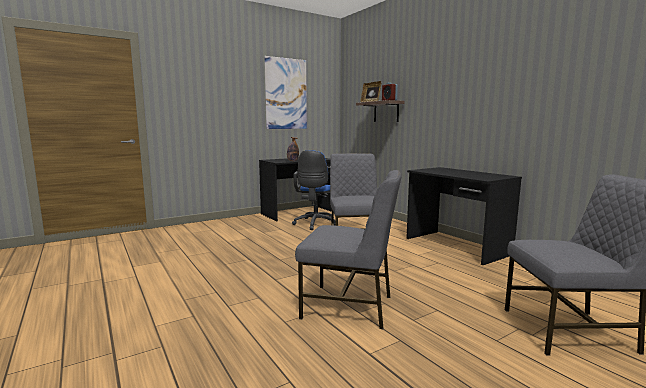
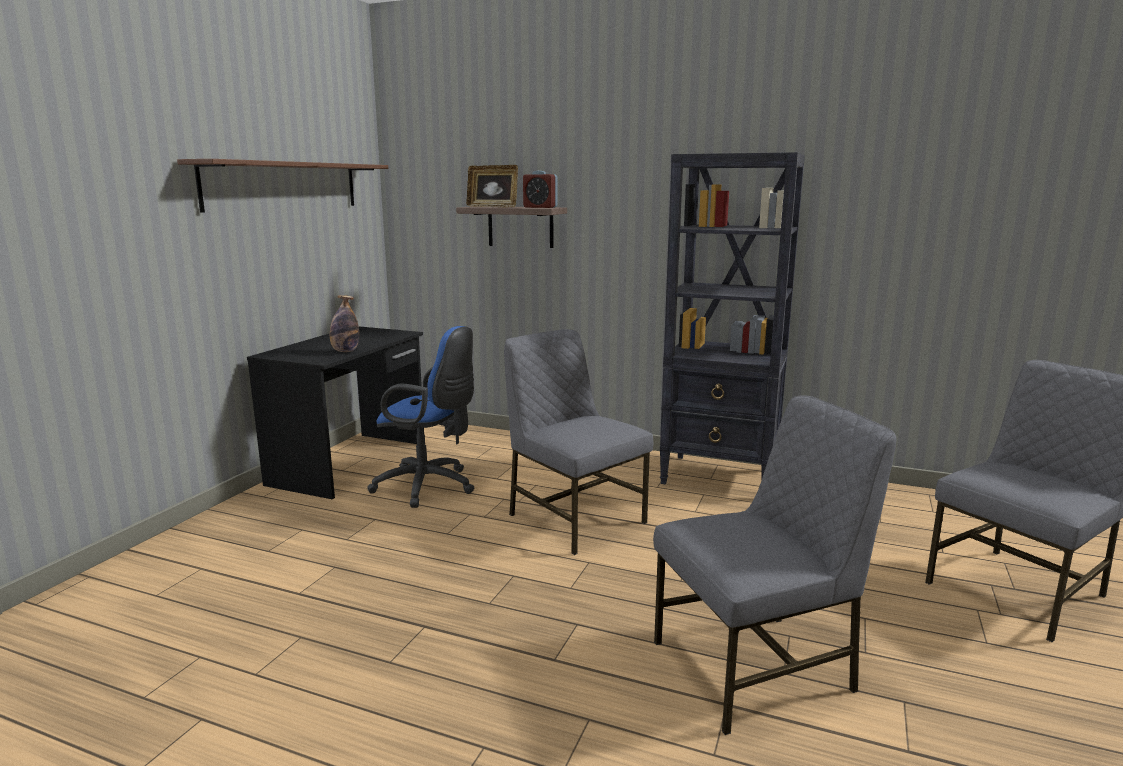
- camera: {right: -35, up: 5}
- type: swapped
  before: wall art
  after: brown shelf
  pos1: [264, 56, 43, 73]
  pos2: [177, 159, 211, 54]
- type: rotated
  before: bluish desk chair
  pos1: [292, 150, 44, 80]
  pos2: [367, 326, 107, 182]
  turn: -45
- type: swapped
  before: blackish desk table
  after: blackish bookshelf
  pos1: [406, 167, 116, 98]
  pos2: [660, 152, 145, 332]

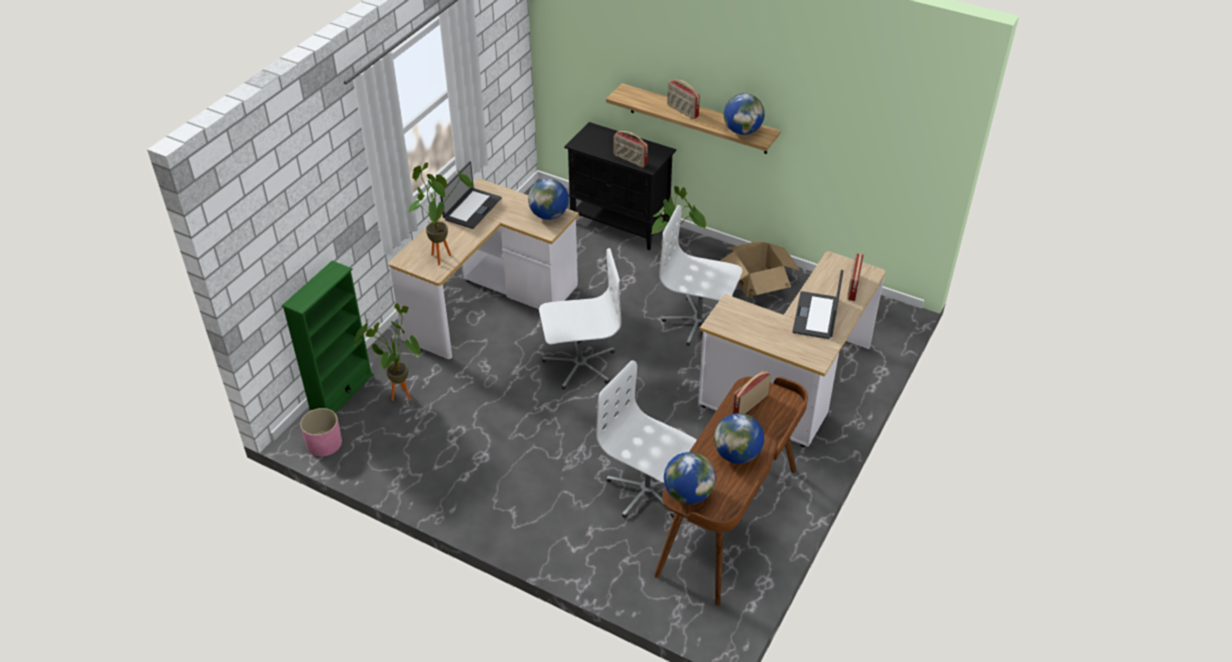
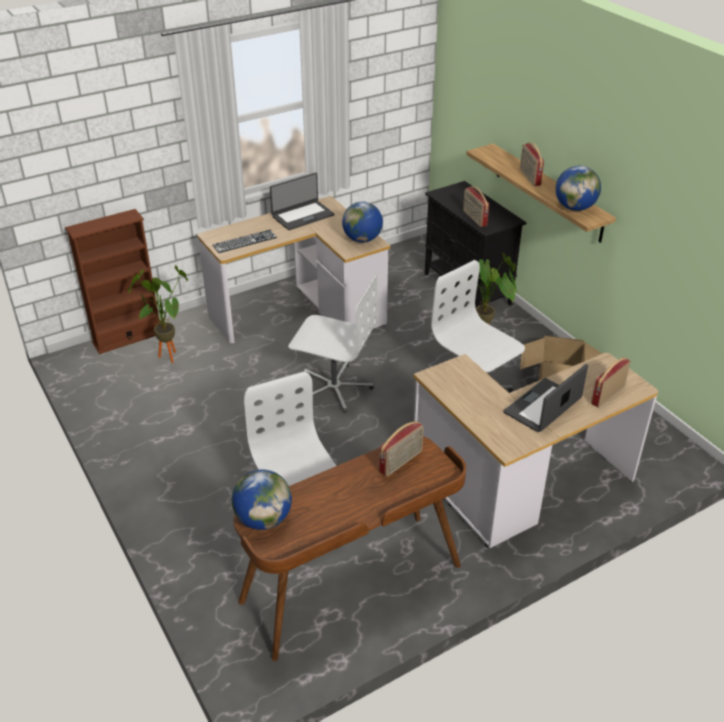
- camera: {right: 30, up: -5}
- type: repainted
  before: green bookshelf
  after: brown bookshelf
  pos1: [282, 261, 92, 153]
  pos2: [65, 209, 95, 145]
- type: gone
  before: pinkish planter
  pos1: [300, 408, 42, 48]
- type: swapped
  before: houseplant
  after: PC keyboard
  pos1: [407, 162, 67, 103]
  pos2: [212, 230, 65, 23]
- type: gone
  before: world globe
  pos1: [714, 413, 50, 51]
- type: rotated
  before: radio set
  pos1: [732, 370, 39, 44]
  pos2: [379, 421, 45, 56]
  turn: 150

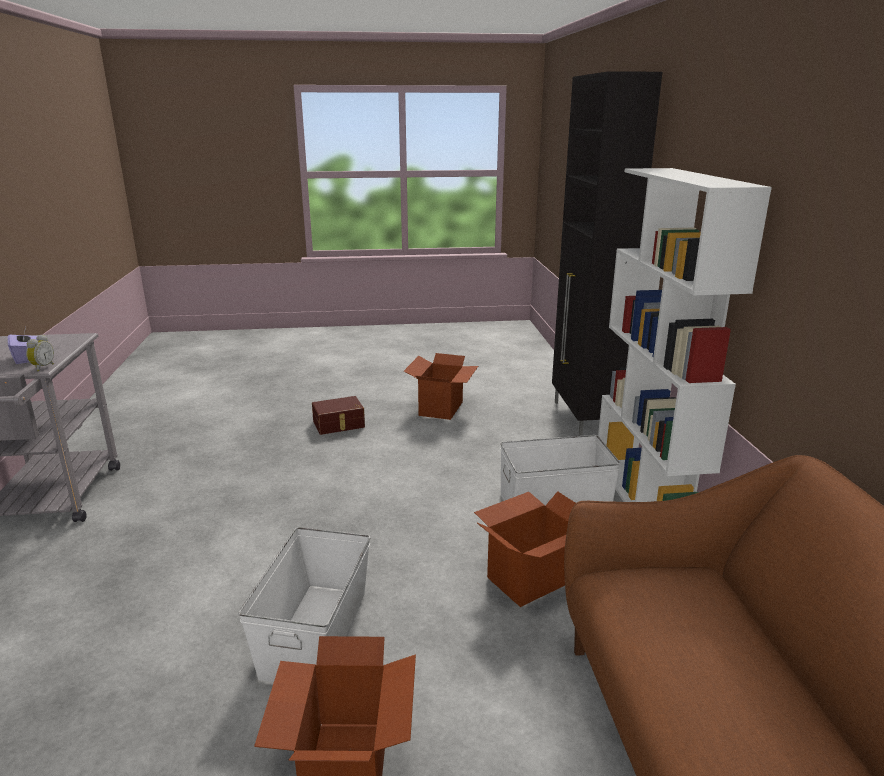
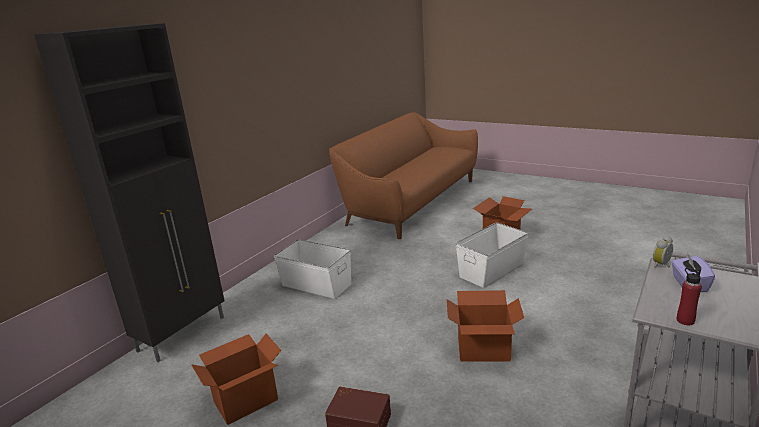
- camera: {right: -140, up: 0}
- type: shifted
  before: cardboard box
  pos1: [474, 491, 102, 116]
  pos2: [447, 290, 77, 71]
- type: gone
  before: white-coloured bookshelf
  pos1: [598, 168, 174, 334]
- type: new
  after: red-coloured bottle
  pos2: [677, 267, 25, 58]

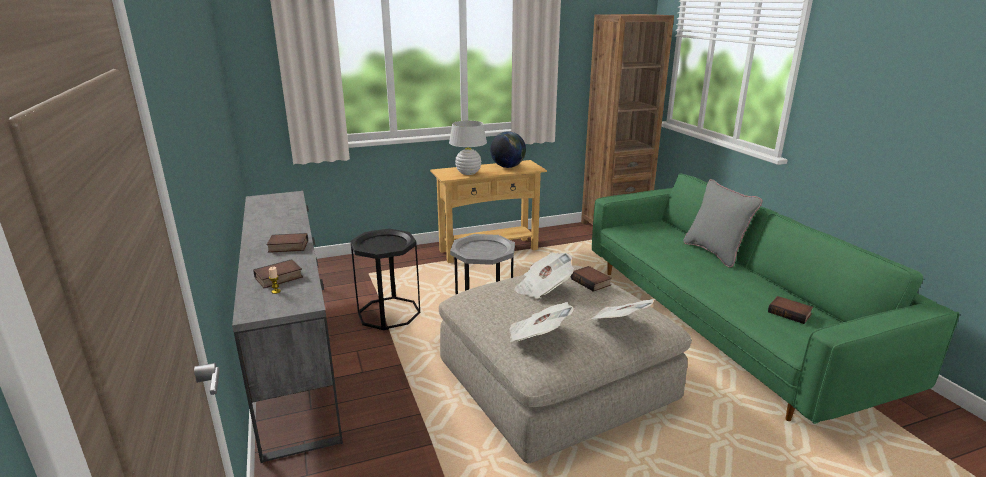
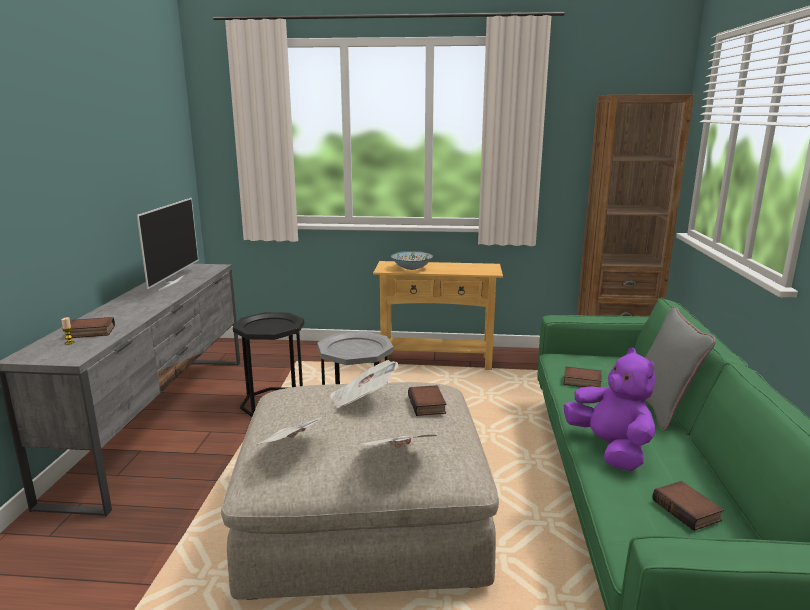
- camera: {right: 25, up: -5}
- type: shifted
  before: bound book
  pos1: [267, 233, 41, 20]
  pos2: [563, 367, 39, 20]
- type: swapped
  before: white-coloured lamp for a table
  after: bowl
  pos1: [449, 121, 38, 54]
  pos2: [391, 251, 42, 19]
- type: gone
  before: world globe
  pos1: [490, 131, 36, 37]
- type: new
  after: television
  pos2: [137, 198, 62, 93]
- type: new
  after: purple soft toy
  pos2: [564, 348, 91, 123]

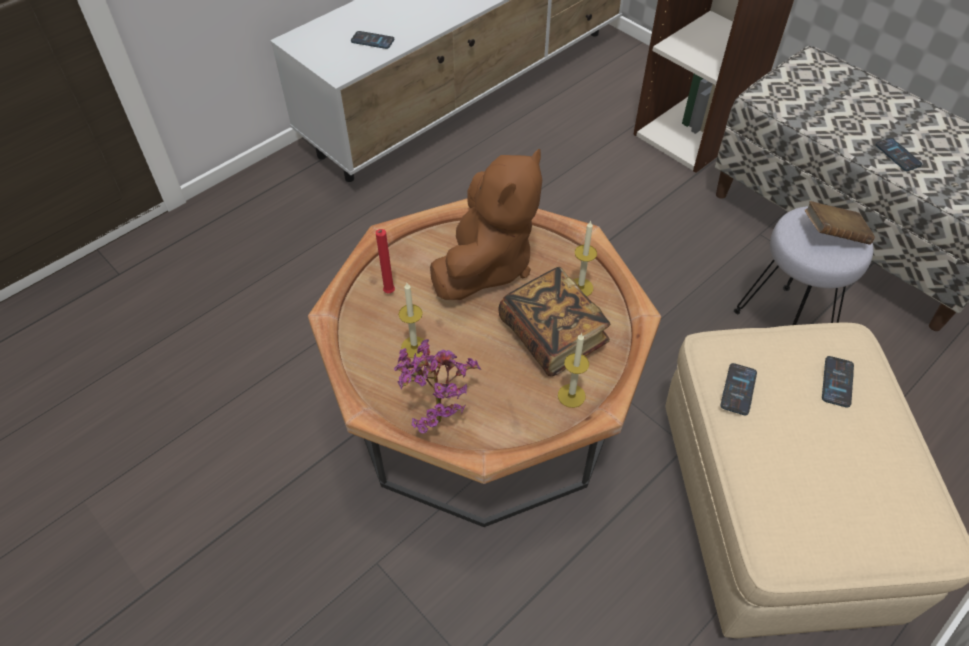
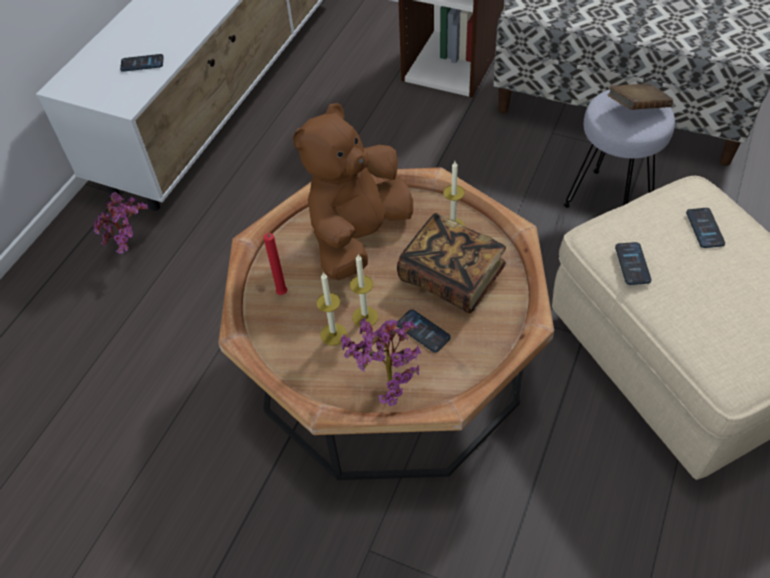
- camera: {right: -20, up: 0}
- type: rotated
  before: brown soft toy
  pos1: [430, 149, 112, 151]
  pos2: [293, 103, 120, 177]
  turn: -150
- type: shifted
  before: candle
  pos1: [558, 333, 31, 75]
  pos2: [350, 255, 28, 72]
- type: shifted
  before: phone
  pos1: [875, 138, 47, 33]
  pos2: [397, 309, 54, 44]
- type: new
  after: houseplant
  pos2: [93, 192, 55, 61]

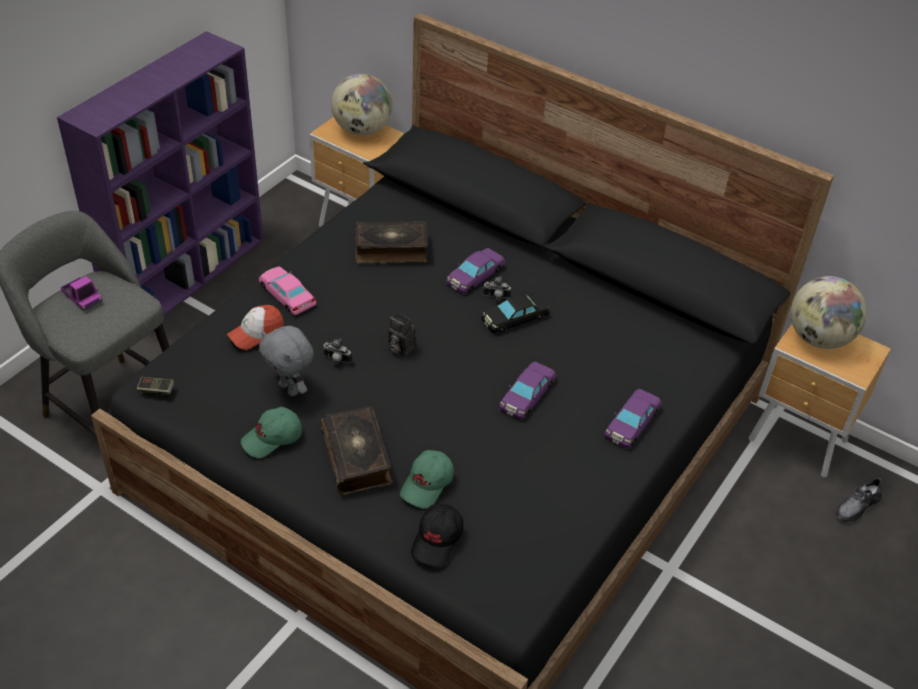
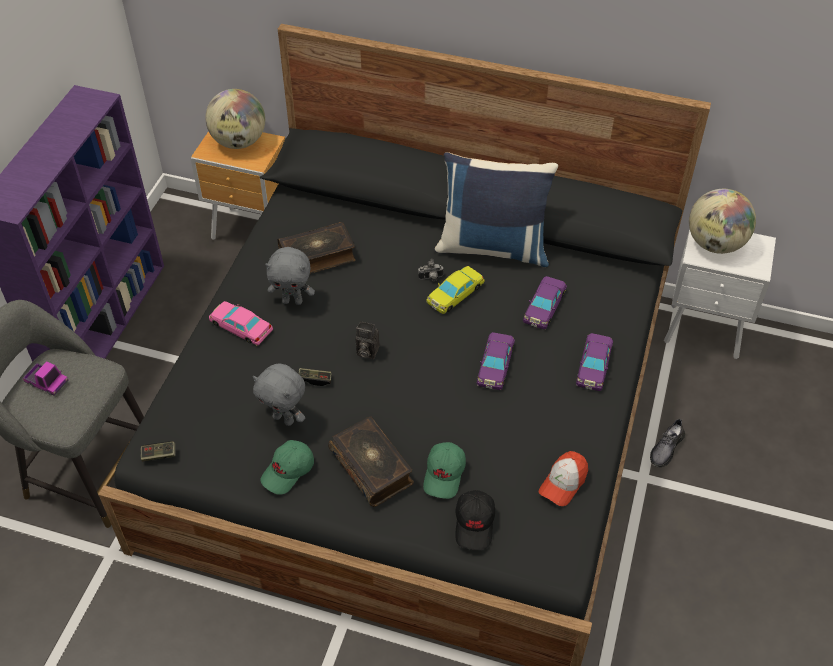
- camera: {right: -15, up: 5}
- type: shifted
  before: cap
  pos1: [227, 305, 57, 45]
  pos2: [539, 451, 49, 55]
- type: swapped
  before: photo camera
  after: gamepad
  pos1: [323, 338, 28, 26]
  pos2: [299, 368, 33, 18]
- type: shifted
  before: purple miniature car
  pos1: [446, 248, 59, 46]
  pos2: [523, 276, 44, 53]
- type: repainted
  before: blackish miniature car
  after: yellow-coloured miniature car
  pos1: [481, 293, 69, 40]
  pos2: [426, 266, 59, 48]
- type: repainted
  before: brown bedside table
  after: white-coloured bedside table
  pos1: [748, 324, 143, 154]
  pos2: [664, 229, 112, 130]
- type: shifted
  before: grey shoe
  pos1: [836, 477, 46, 45]
  pos2: [650, 418, 35, 49]
- type: new
  after: grey soft toy
  pos2: [265, 247, 50, 58]
- type: new
  after: bluish cushion
  pos2: [434, 152, 124, 115]

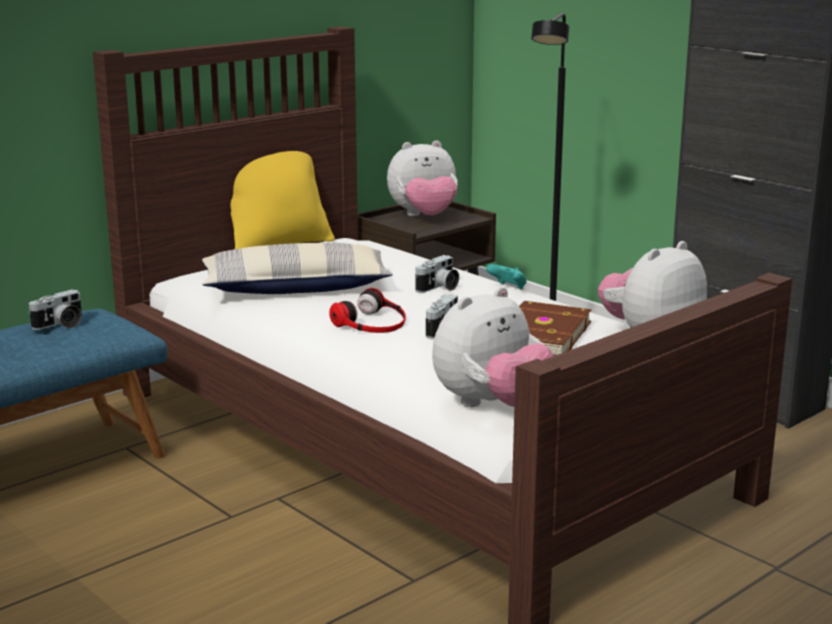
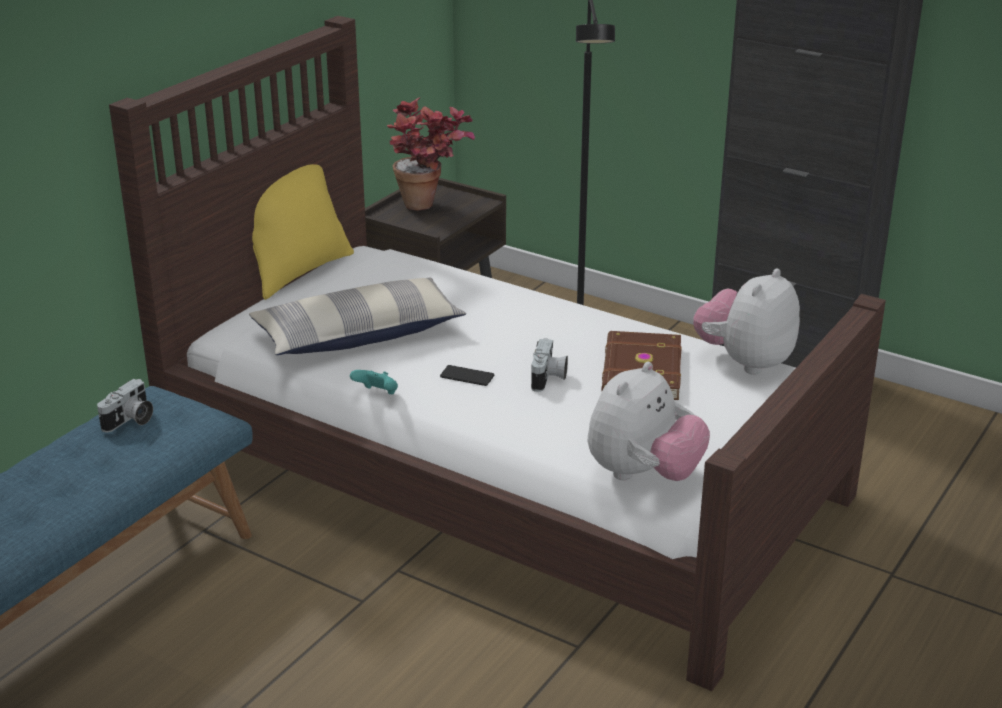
- camera: {right: -15, up: 10}
- type: swapped
  before: headset
  after: phone
  pos1: [329, 288, 77, 45]
  pos2: [440, 365, 54, 21]
- type: swapped
  before: soft toy
  after: houseplant
  pos1: [387, 140, 71, 76]
  pos2: [387, 97, 88, 114]
- type: gone
  before: photo camera
  pos1: [415, 255, 44, 38]
- type: shifted
  before: turquoise-coloured gamepad
  pos1: [486, 264, 41, 25]
  pos2: [350, 370, 48, 24]

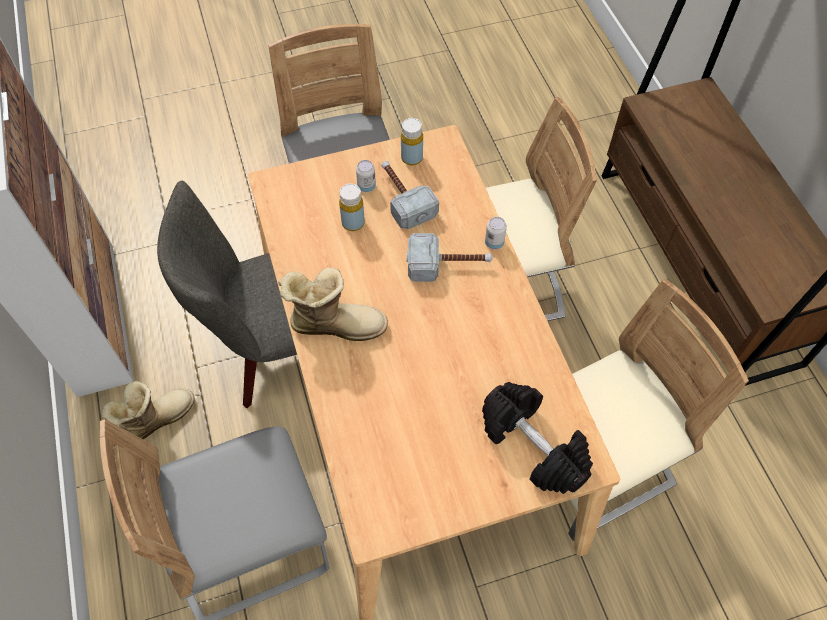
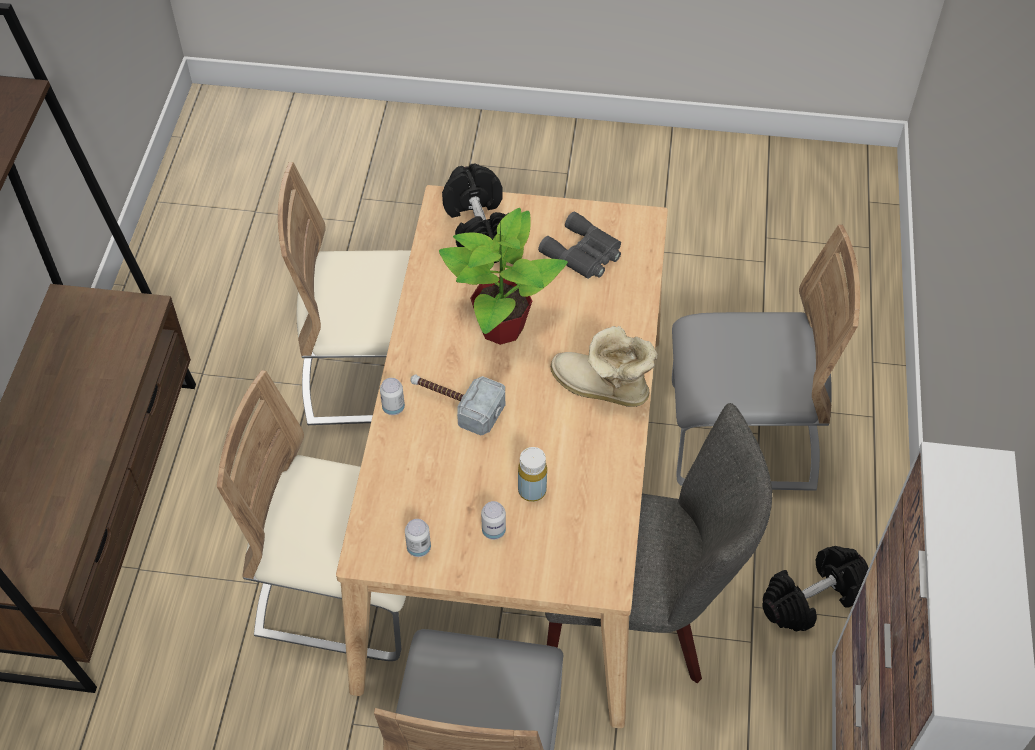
- camera: {right: -155, up: -5}
- type: swapped
  before: tall boot
  after: blackish hand weight
  pos1: [102, 381, 93, 58]
  pos2: [762, 546, 106, 85]
- type: gone
  before: tool hammer
  pos1: [381, 161, 58, 68]
- type: swapped
  before: yellow-coloured bottle
  after: metal can
  pos1: [401, 118, 22, 47]
  pos2: [405, 519, 26, 38]
- type: new
  after: houseplant
  pos2: [439, 208, 129, 137]
- type: new
  after: grey pair of binoculars
  pos2: [538, 211, 83, 68]

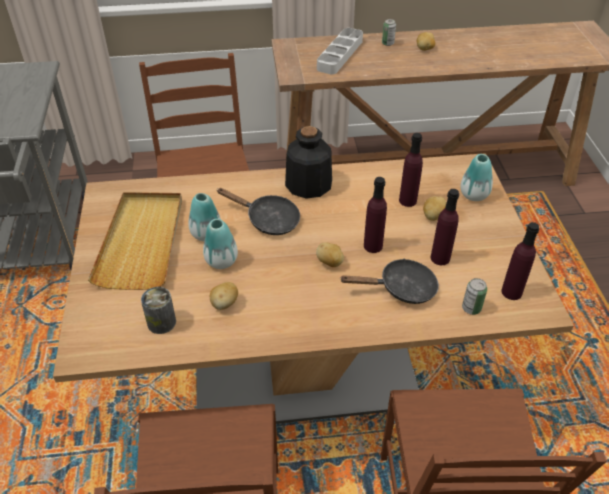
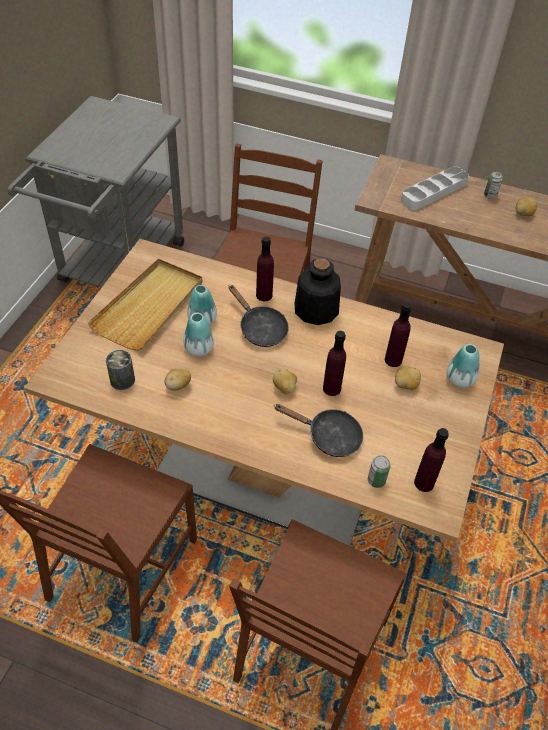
- camera: {right: 25, up: 5}
- type: shifted
  before: purple bottle
  pos1: [431, 189, 28, 76]
  pos2: [256, 236, 18, 65]

